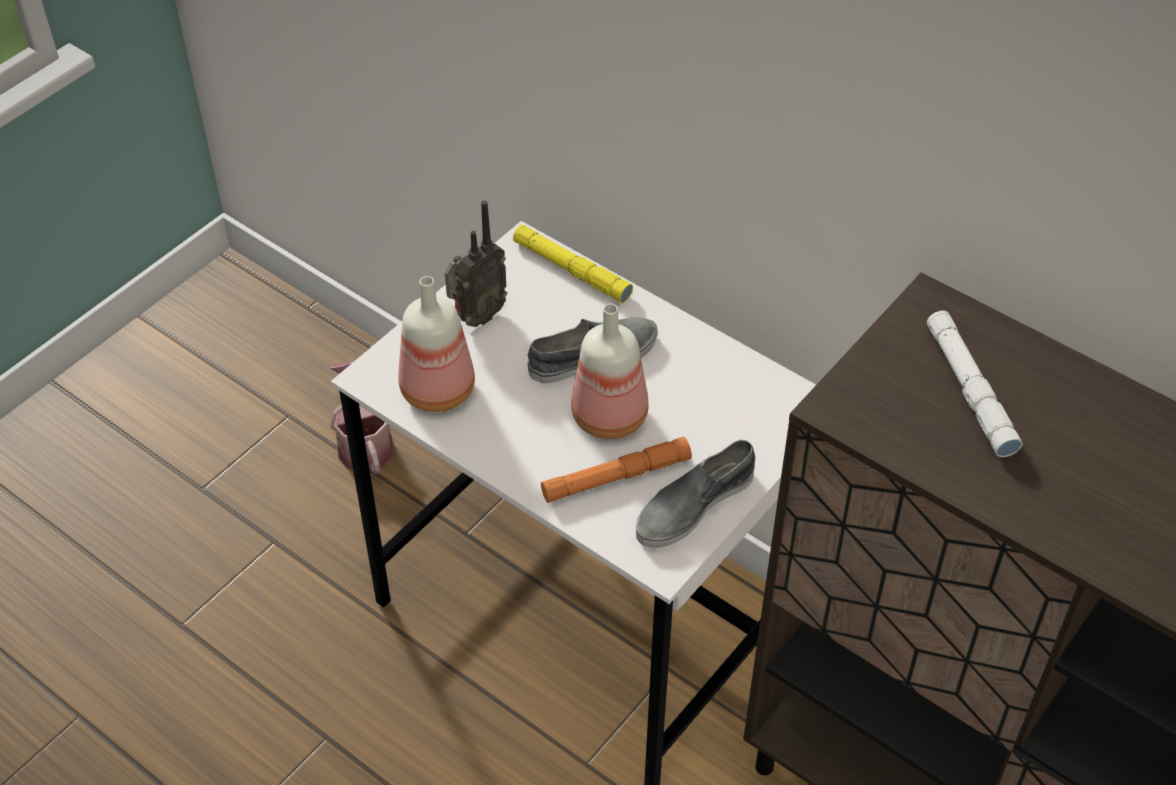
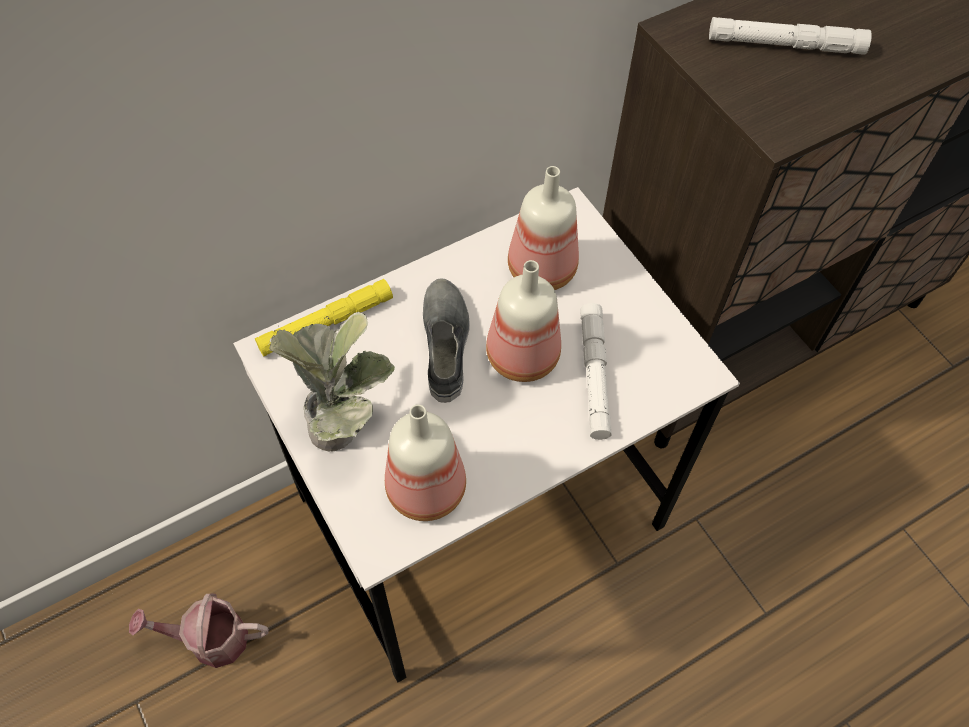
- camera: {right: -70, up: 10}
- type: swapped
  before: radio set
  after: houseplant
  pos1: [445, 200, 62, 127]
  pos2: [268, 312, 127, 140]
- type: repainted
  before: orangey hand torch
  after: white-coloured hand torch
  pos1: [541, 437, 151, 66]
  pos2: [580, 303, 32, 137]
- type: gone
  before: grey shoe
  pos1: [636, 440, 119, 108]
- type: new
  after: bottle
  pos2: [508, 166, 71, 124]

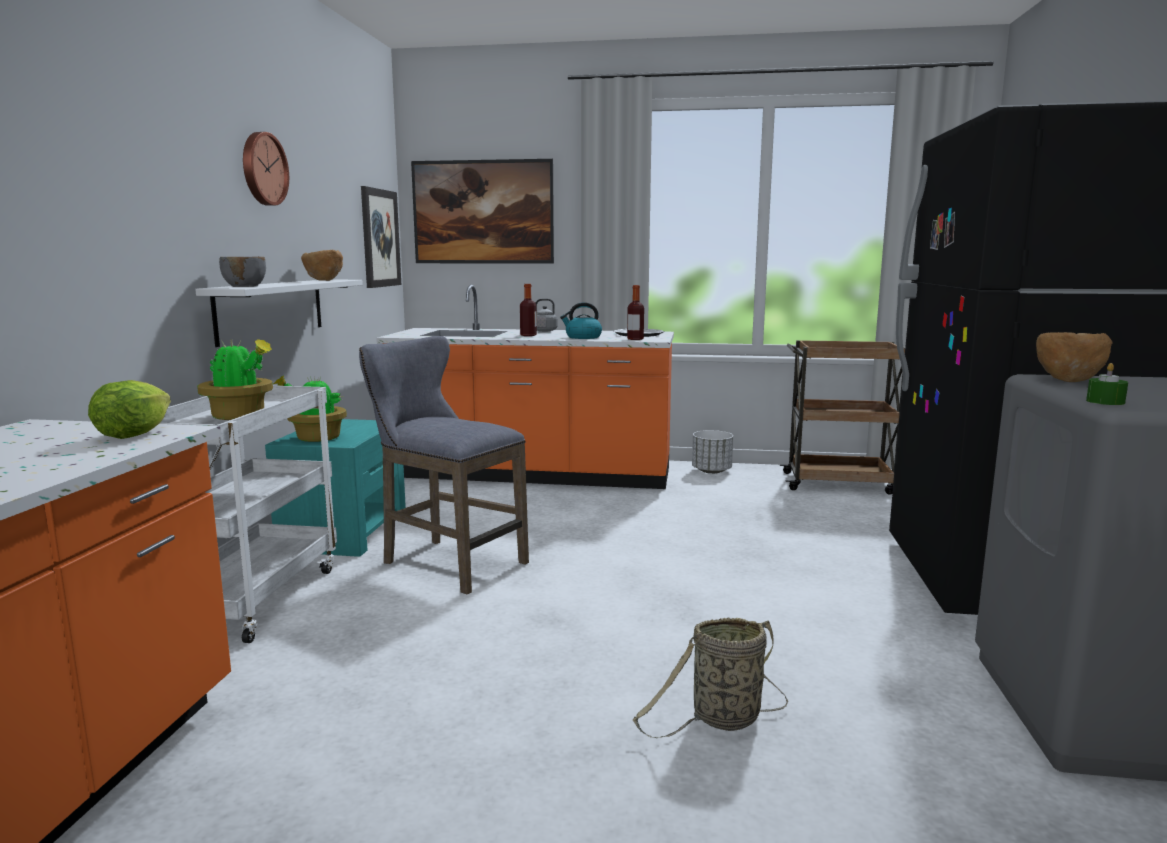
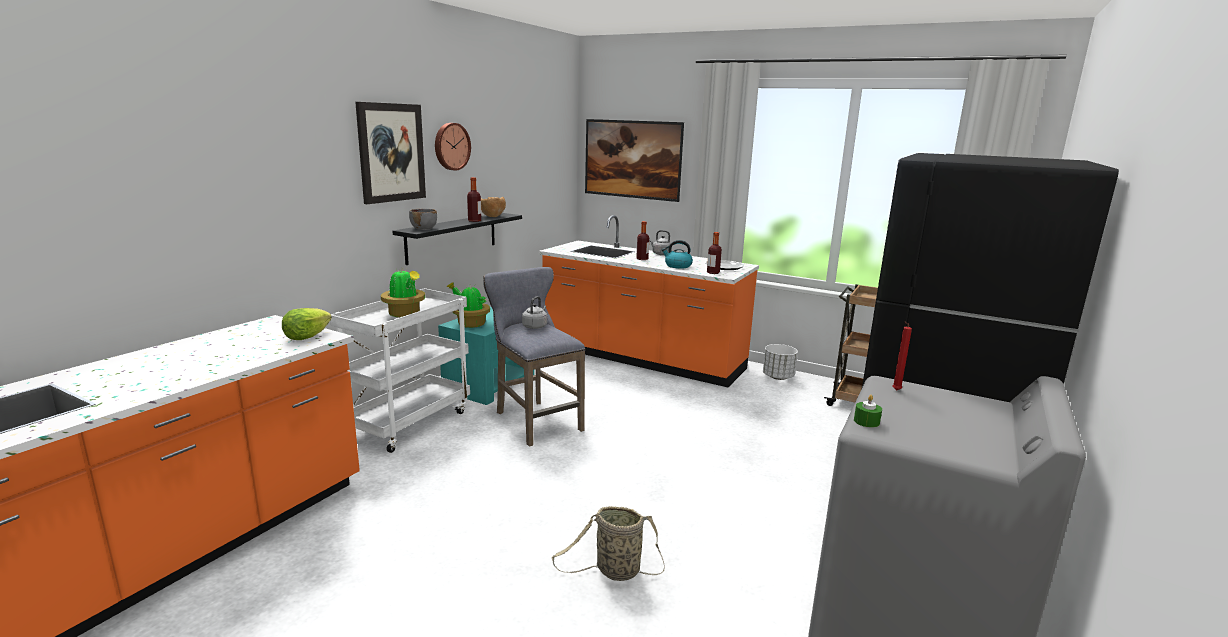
- camera: {right: 20, up: 5}
- type: repainted
  before: white-coloured shelf
  after: blackish shelf
  pos1: [195, 280, 168, 67]
  pos2: [392, 213, 130, 52]
- type: shifted
  before: wall art
  pos1: [361, 186, 40, 102]
  pos2: [355, 102, 71, 102]
- type: swapped
  before: brown bowl
  after: red-coloured candle
  pos1: [1036, 332, 76, 50]
  pos2: [893, 322, 19, 69]
- type: new
  after: bottle
  pos2: [467, 177, 14, 45]
- type: new
  after: grey water kettle
  pos2: [522, 296, 25, 33]

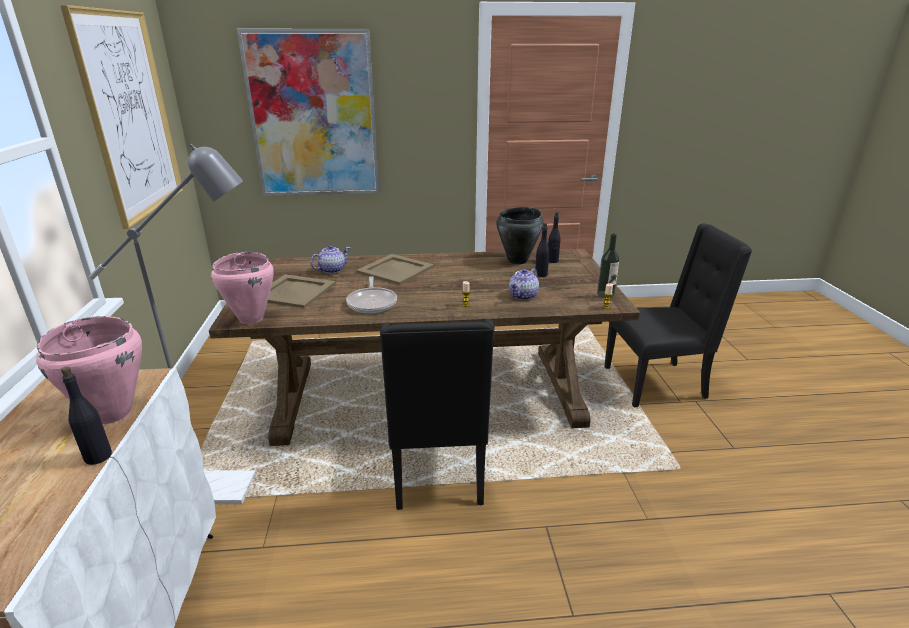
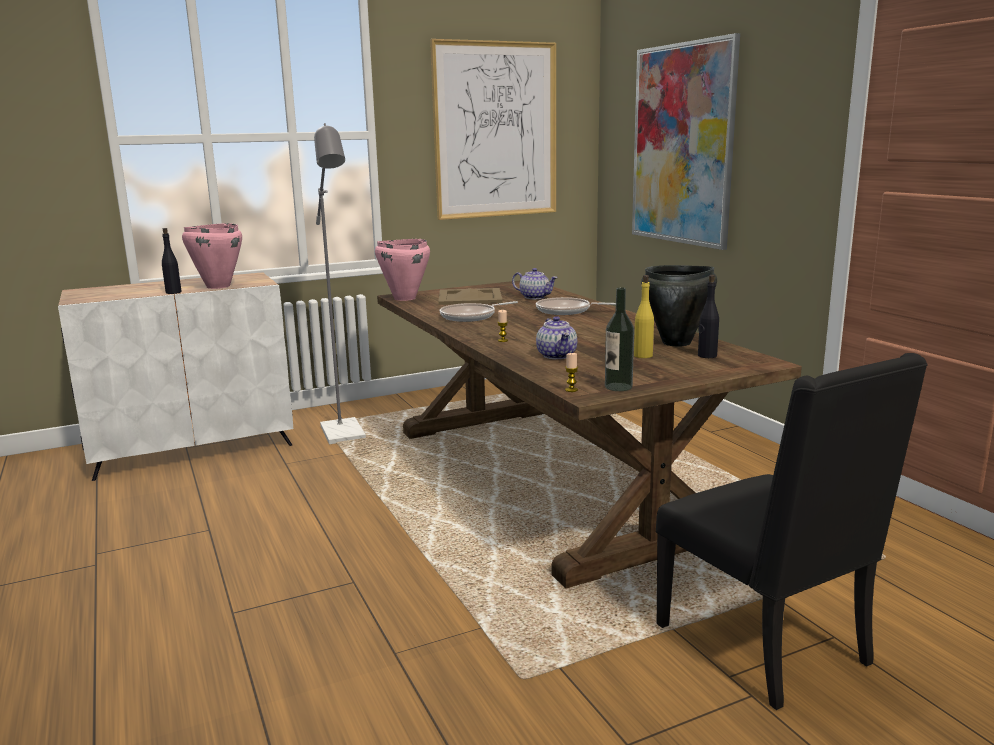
- camera: {right: 70, up: -10}
- type: swapped
  before: beige-coloured carrying tray
  after: skillet
  pos1: [356, 254, 78, 31]
  pos2: [536, 297, 80, 18]
- type: gone
  before: blackish chair
  pos1: [380, 319, 115, 191]
- type: rotated
  before: tea pot
  pos1: [509, 268, 30, 32]
  pos2: [536, 316, 41, 43]
  turn: -120
- type: repainted
  before: blackish bottle
  after: yellow-coloured bottle
  pos1: [535, 223, 14, 54]
  pos2: [634, 275, 20, 83]

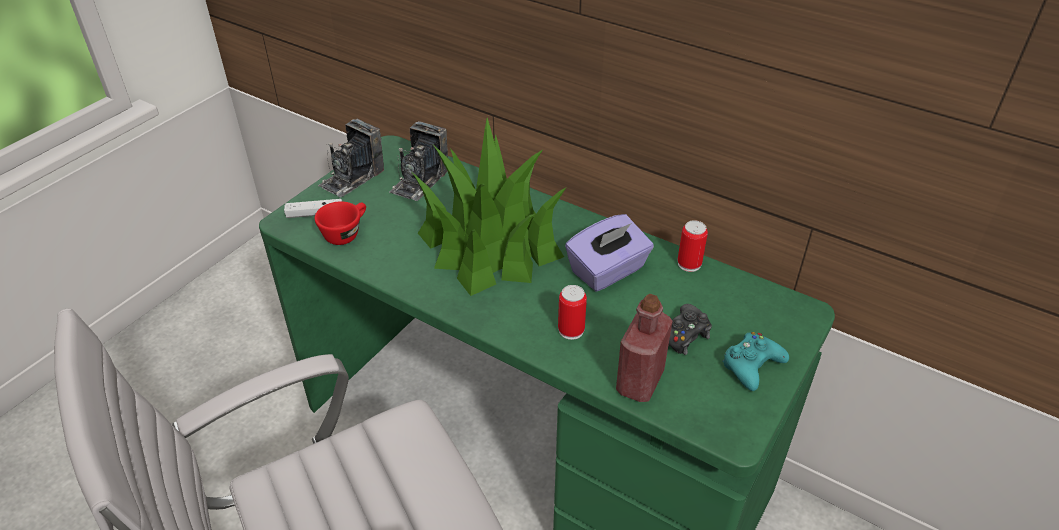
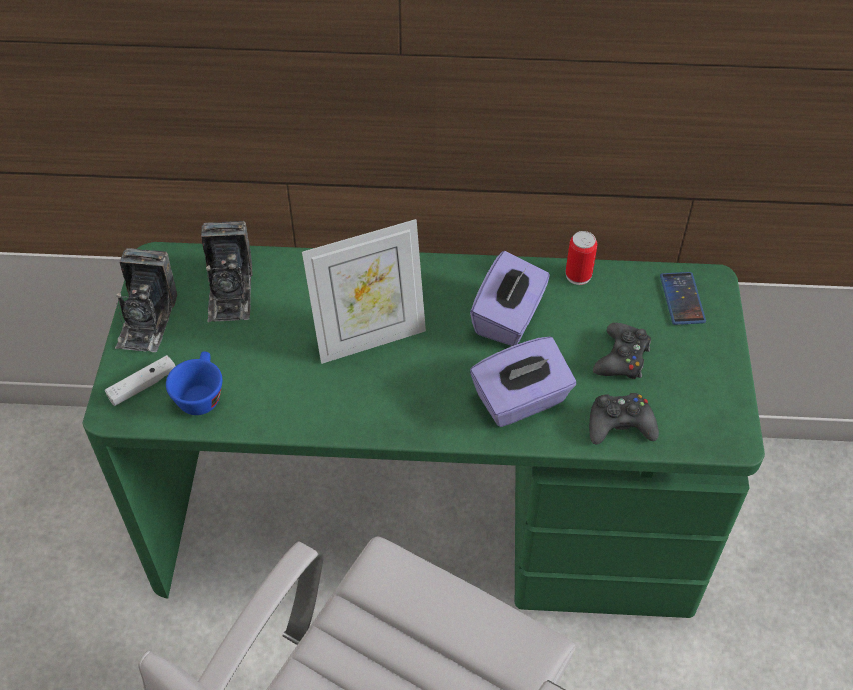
- camera: {right: -30, up: 10}
- type: repainted
  before: red-coloured small cup
  after: bluish small cup
  pos1: [315, 201, 51, 44]
  pos2: [166, 351, 56, 64]
- type: swapped
  before: houseplant
  after: standing frame
  pos1: [413, 118, 153, 178]
  pos2: [302, 219, 124, 145]
- type: swapped
  before: metal can
  after: purple tissue box
  pos1: [558, 285, 29, 55]
  pos2: [470, 337, 106, 90]
- type: swapped
  before: red-coloured bottle
  after: blackish gamepad
  pos1: [616, 294, 57, 108]
  pos2: [589, 393, 70, 51]
- type: gone
  before: turquoise-coloured gamepad
  pos1: [722, 332, 67, 59]
- type: new
  after: phone
  pos2: [660, 272, 46, 53]

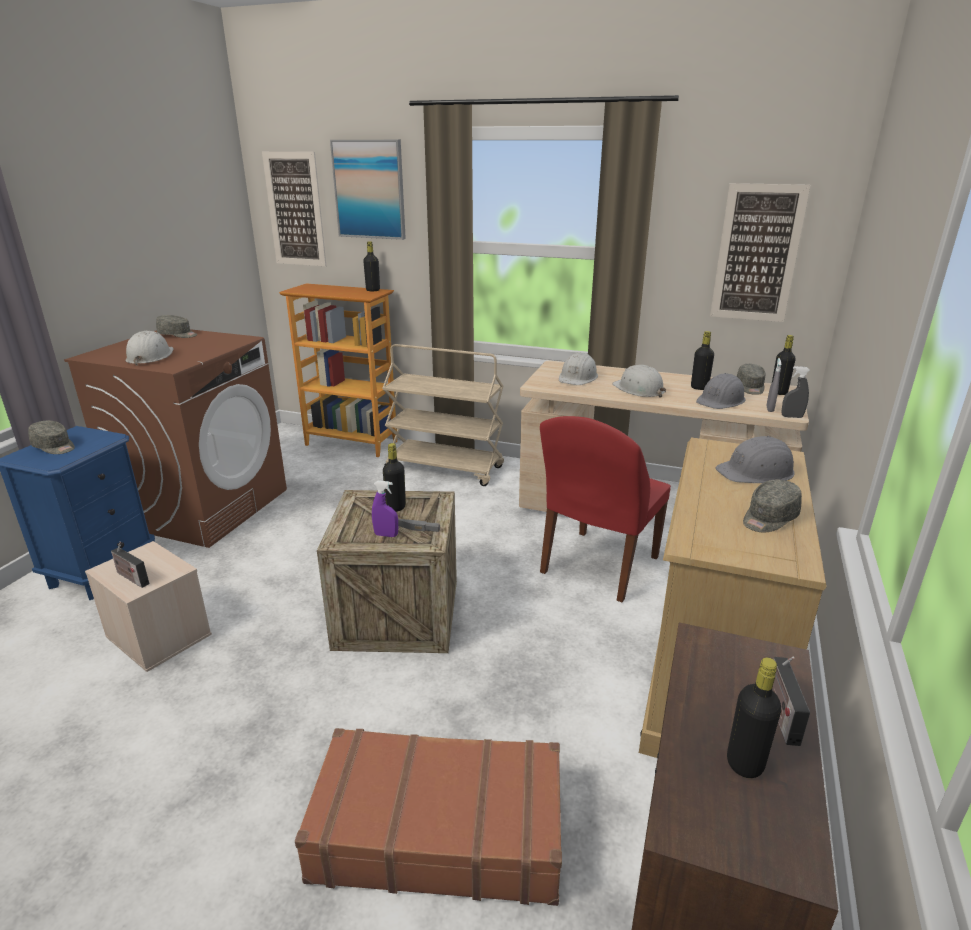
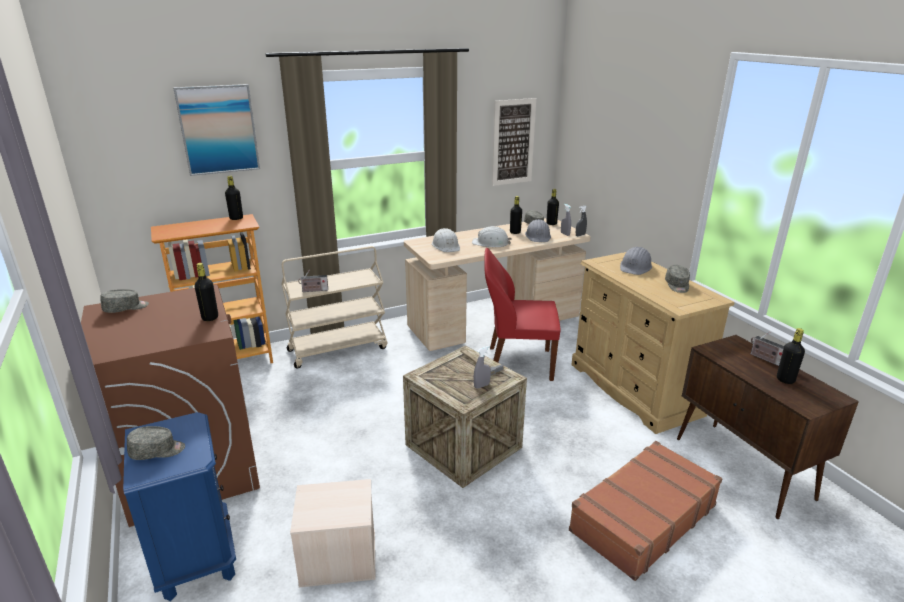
- camera: {right: -45, up: 0}
- type: shifted
  before: radio set
  pos1: [111, 541, 39, 47]
  pos2: [298, 269, 30, 23]
- type: gone
  before: white-coloured safety helmet
  pos1: [126, 331, 47, 35]
- type: gone
  before: wall art
  pos1: [262, 152, 64, 114]
- type: repainted
  before: purple sprayer
  after: grey sprayer
  pos1: [372, 481, 26, 56]
  pos2: [474, 346, 17, 43]
- type: shifted
  before: blackish bottle
  pos1: [383, 443, 23, 69]
  pos2: [195, 263, 23, 58]
- type: rotated
  before: red-coloured chair
  pos1: [540, 416, 131, 186]
  pos2: [484, 248, 77, 133]
  turn: 105

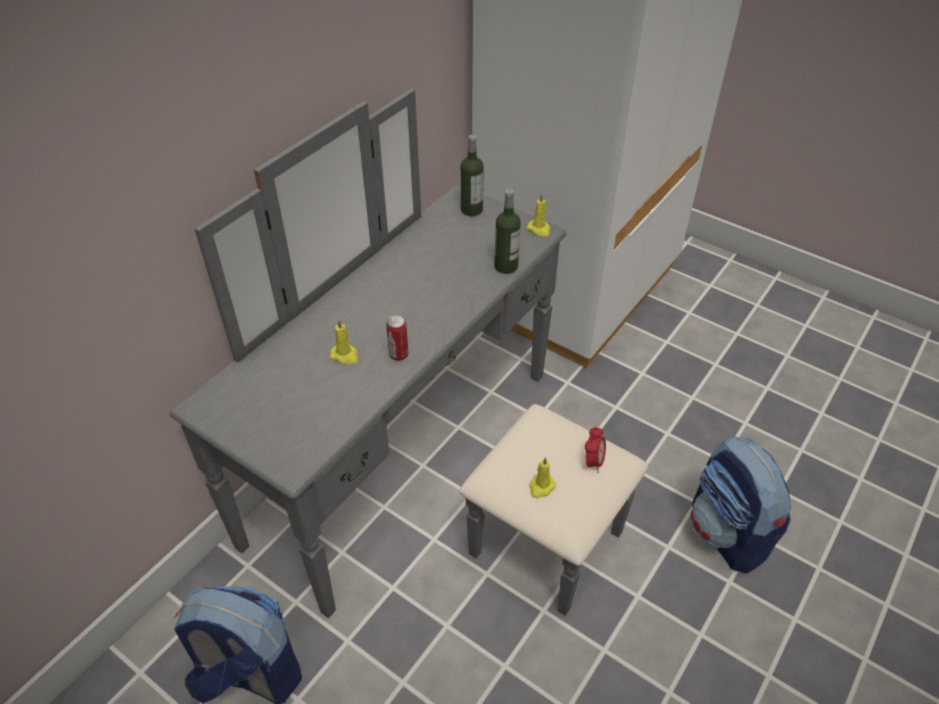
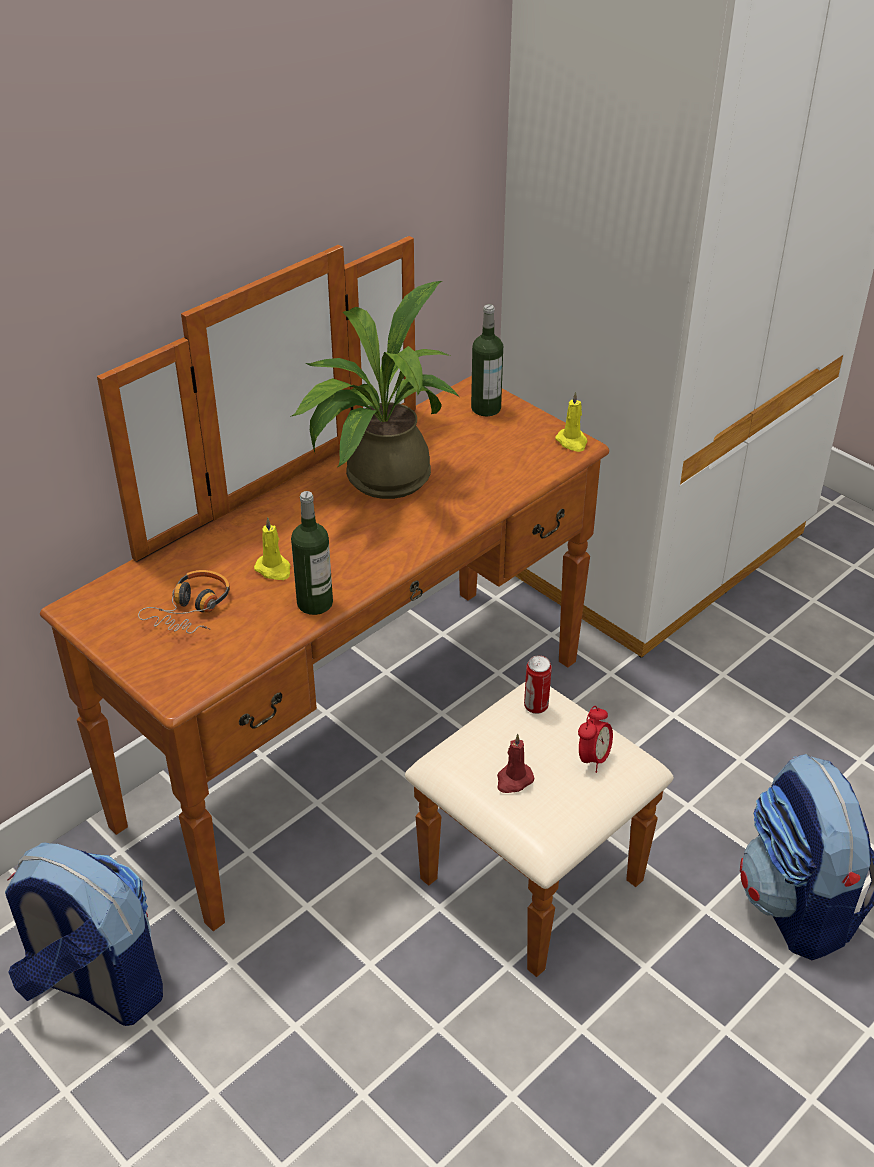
- camera: {right: 10, up: -5}
- type: repainted
  before: grey chest of drawers
  after: brown chest of drawers
  pos1: [170, 89, 478, 529]
  pos2: [40, 236, 634, 741]
- type: shifted
  before: metal can
  pos1: [386, 315, 22, 46]
  pos2: [524, 655, 28, 59]
- type: shifted
  before: bottle
  pos1: [494, 189, 27, 85]
  pos2: [291, 491, 42, 124]
- type: repainted
  before: yellow-coloured candle
  after: red-coloured candle
  pos1: [529, 457, 27, 41]
  pos2: [497, 734, 37, 59]
- type: new
  after: headset
  pos2: [138, 570, 92, 64]
- type: new
  after: houseplant
  pos2: [290, 281, 169, 218]

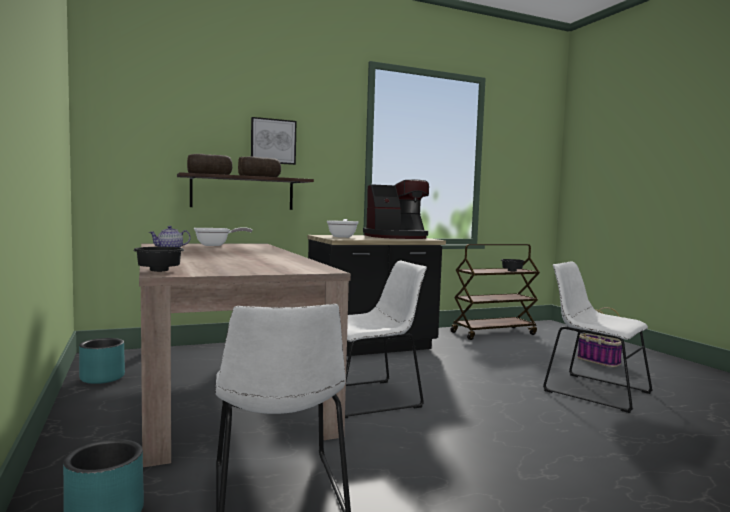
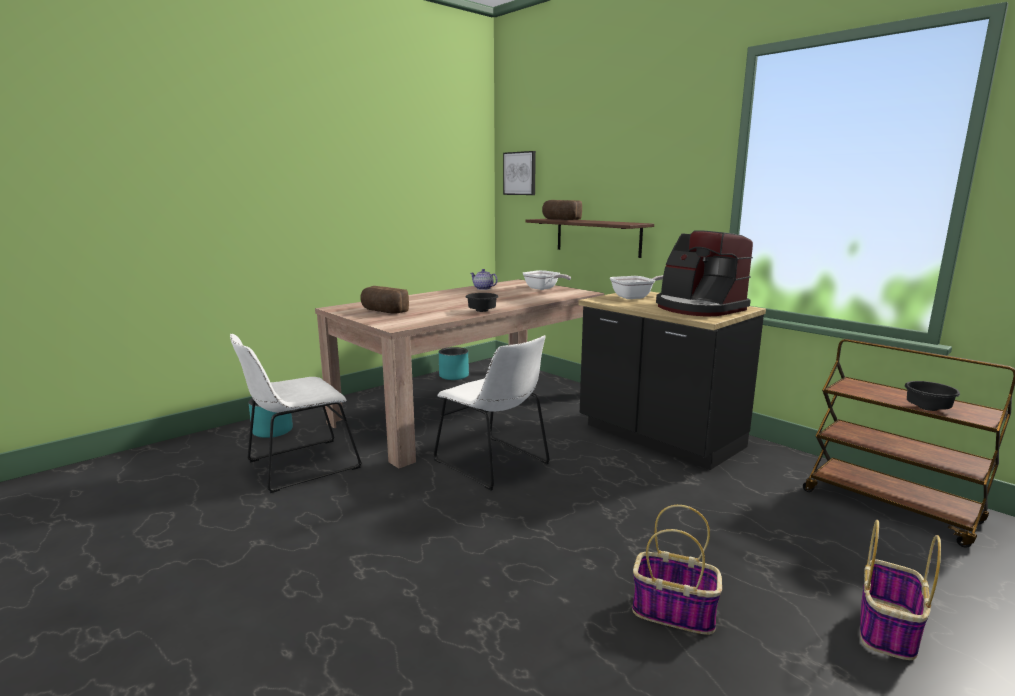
- camera: {right: 70, up: 10}
- type: shifted
  before: blackish bowl
  pos1: [133, 247, 51, 25]
  pos2: [466, 293, 32, 19]
- type: shifted
  before: bakery bread
  pos1: [238, 156, 43, 21]
  pos2: [360, 286, 49, 28]
- type: shifted
  before: wall art
  pos1: [251, 117, 45, 48]
  pos2: [503, 151, 33, 44]
- type: swapped
  before: white-coloured chair
  after: basket
  pos1: [543, 261, 110, 152]
  pos2: [632, 505, 90, 130]

